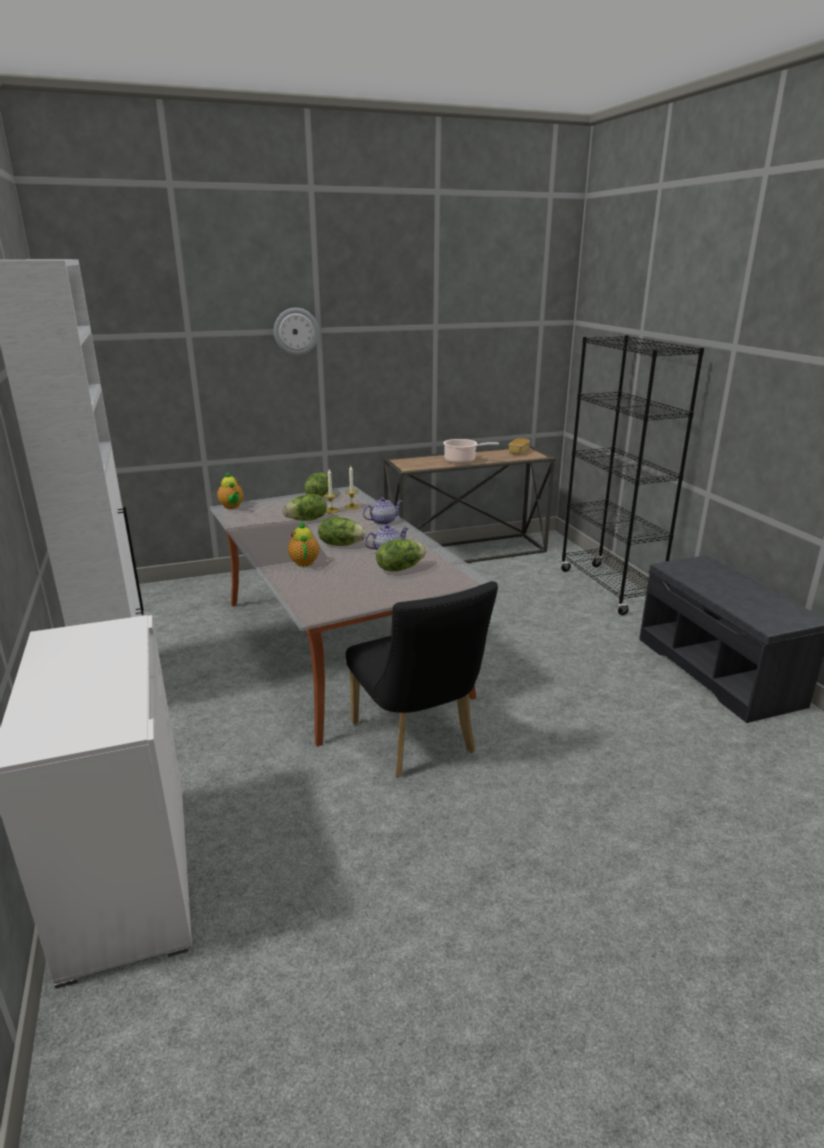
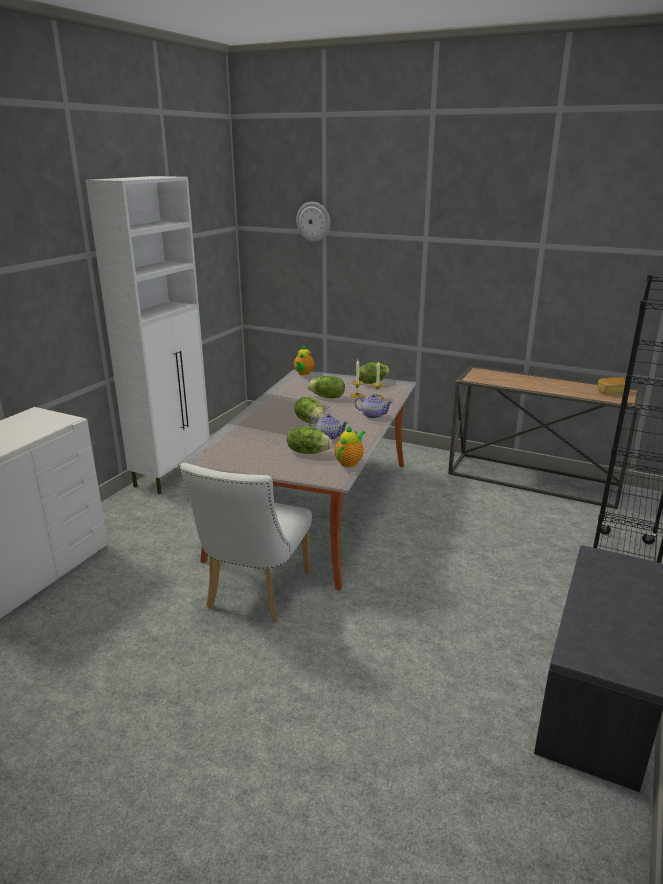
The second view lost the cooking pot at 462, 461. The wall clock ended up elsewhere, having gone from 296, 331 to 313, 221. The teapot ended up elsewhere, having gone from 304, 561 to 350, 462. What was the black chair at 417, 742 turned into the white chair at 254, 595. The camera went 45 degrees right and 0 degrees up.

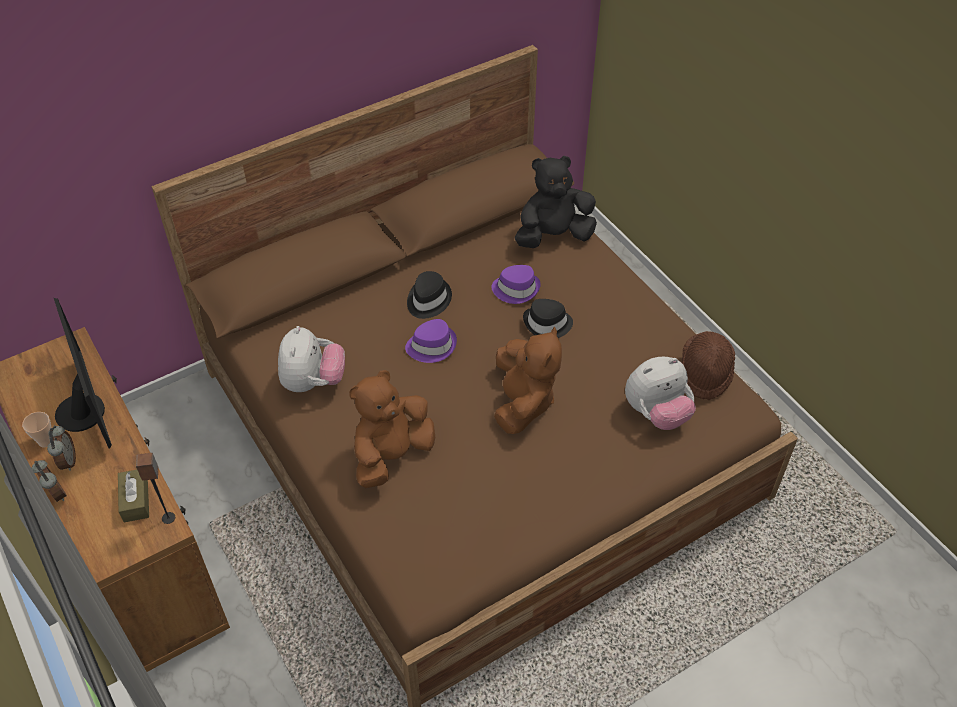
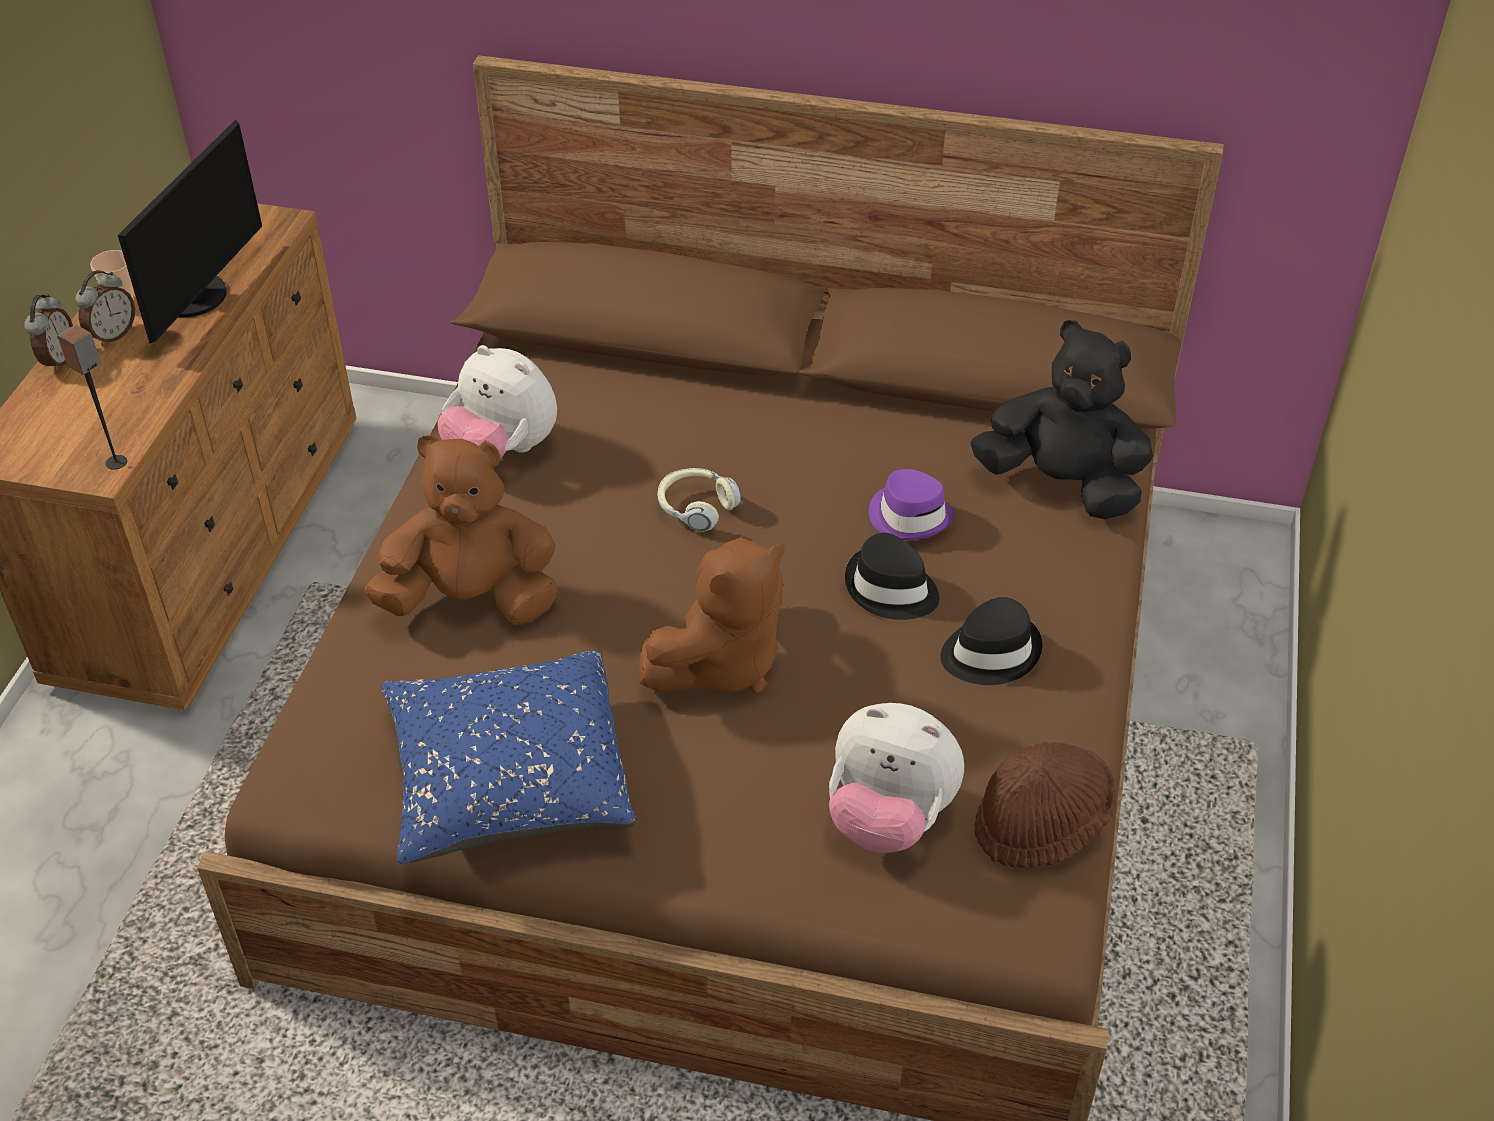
The second view lost the brown tissue box at 135, 500. The second view gained the blue pillow at 509, 781. The black hat ended up elsewhere, having gone from 428, 300 to 990, 652. Where the purple hat stood at 431, 345, the headphones came to stand at 696, 507. The plush toy at 313, 382 ended up facing another way, 75 degrees clockwise from before. The camera went 45 degrees right and 5 degrees down.

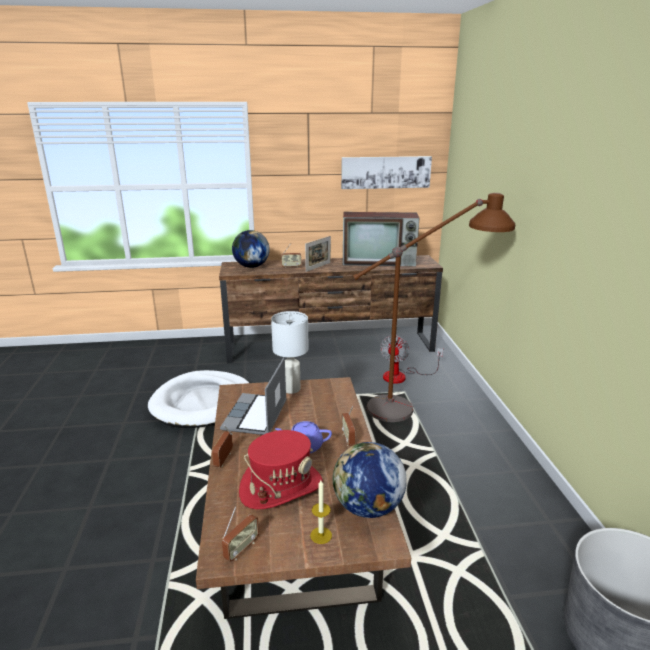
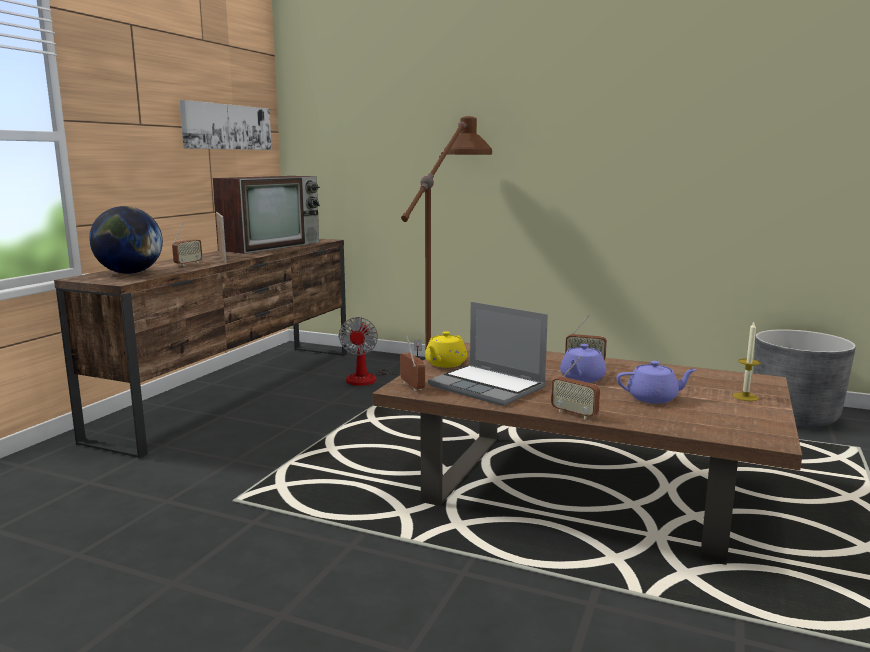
The second view lost the white dog bed at 202, 402. The second view lost the globe at 367, 507. The radio ended up elsewhere, having gone from 241, 549 to 411, 386. Where the red hat stood at 281, 487, the purple teapot came to stand at 653, 398. Where the white table lamp stood at 292, 389, the yellow teapot came to stand at 445, 364. The fan at 402, 376 ended up facing another way, 45 degrees clockwise from before. The camera went 60 degrees left and 10 degrees down.

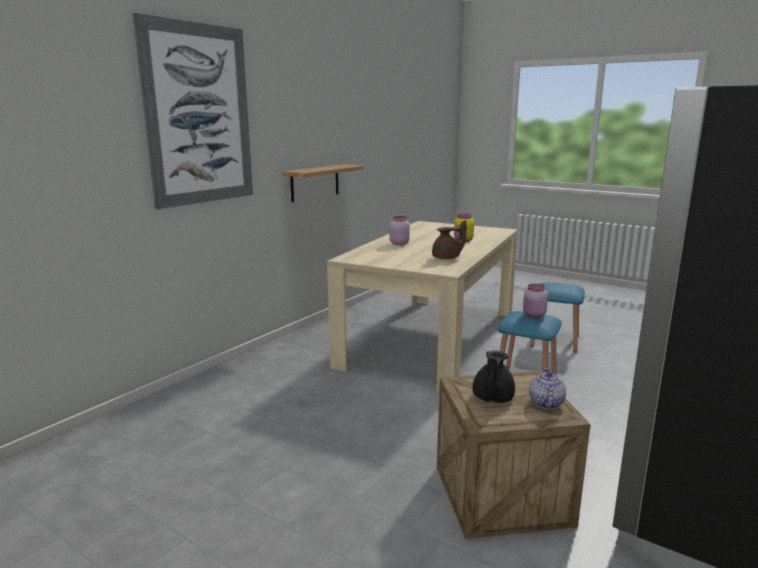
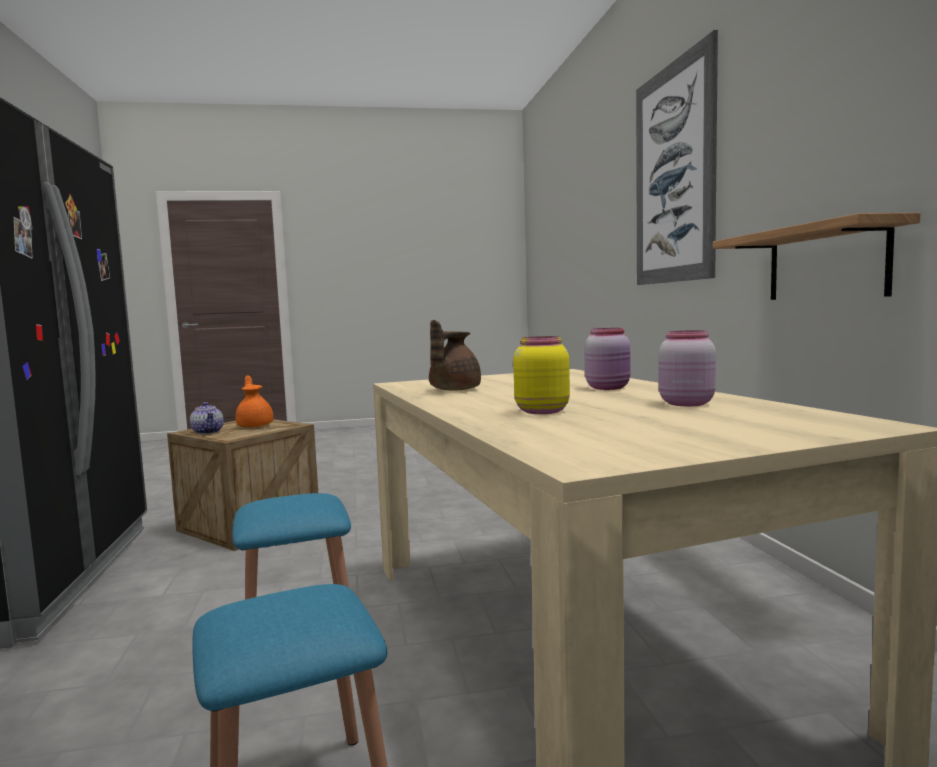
The pink jar ended up elsewhere, having gone from 534, 315 to 685, 403. What was the black teapot at 492, 398 turned into the orange teapot at 255, 426. The camera went 135 degrees right and 10 degrees down.

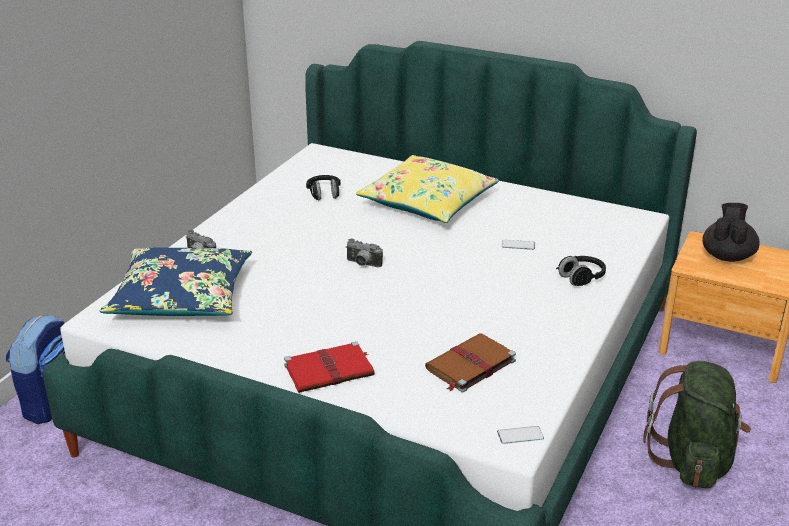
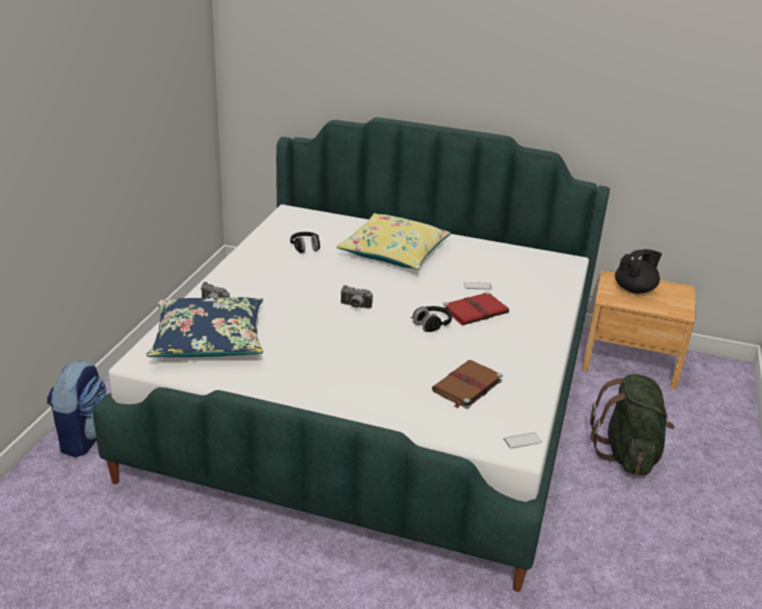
The red book ended up elsewhere, having gone from 330, 370 to 476, 311. The black headphones ended up elsewhere, having gone from 581, 278 to 432, 325. The black teapot at 727, 256 ended up facing another way, 45 degrees clockwise from before. The camera went 10 degrees left and 0 degrees up.

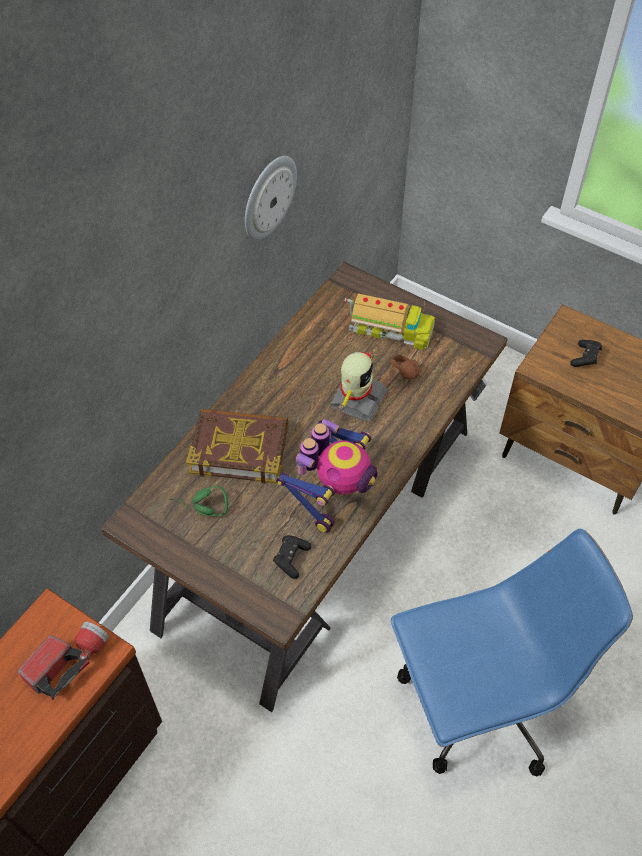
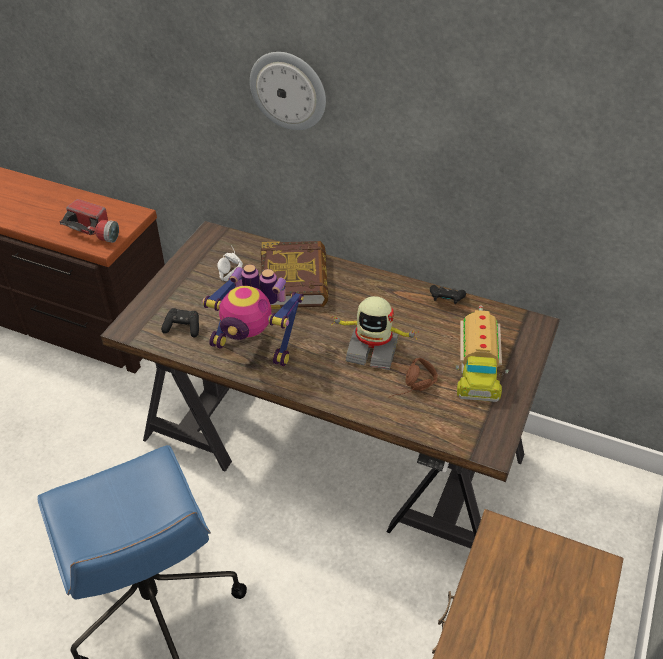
The wall clock ended up elsewhere, having gone from 268, 197 to 288, 90. The black game controller ended up elsewhere, having gone from 585, 358 to 446, 300. What was the green headphones at 200, 509 turned into the white headphones at 227, 267. The camera went 80 degrees right and 10 degrees down.

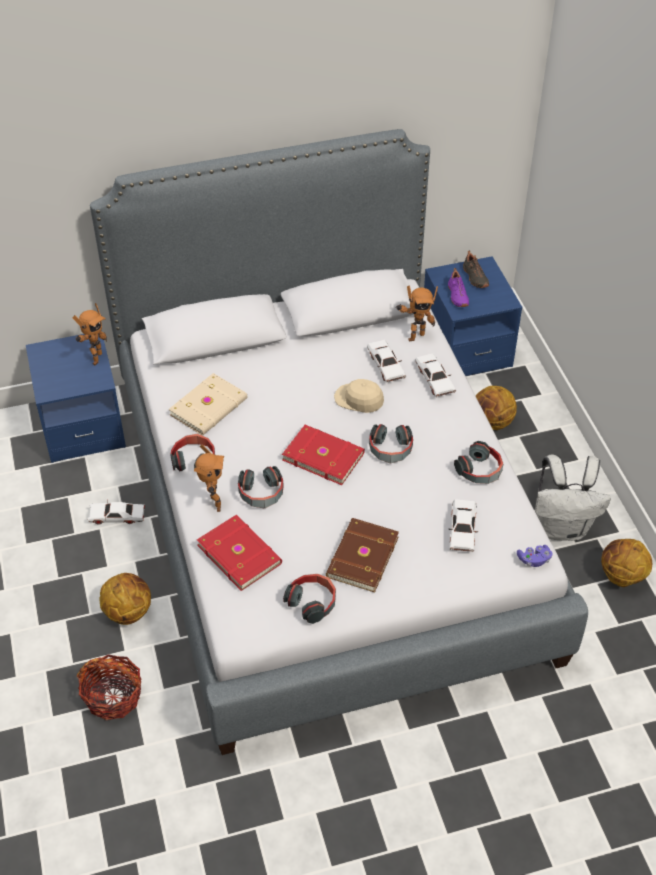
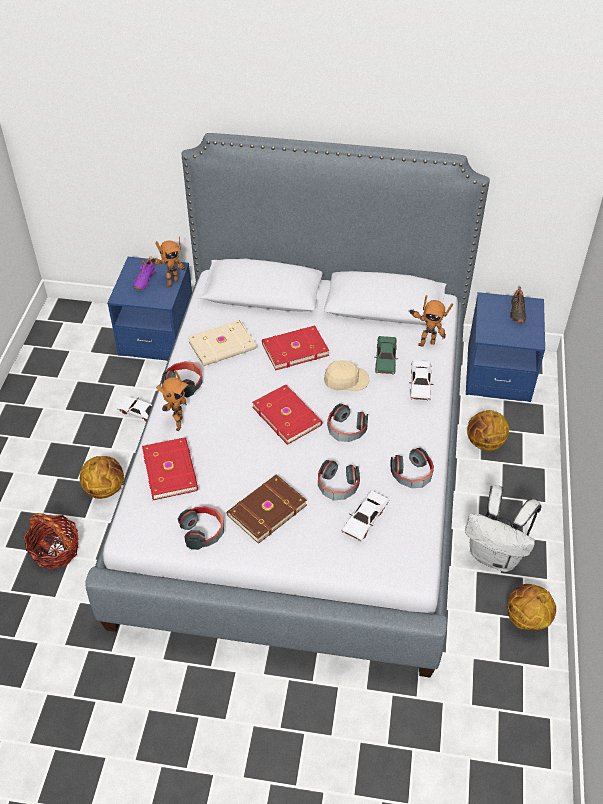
The second view lost the purple game controller at 534, 560. The second view gained the red book at 294, 349. The headphones ended up elsewhere, having gone from 261, 493 to 337, 486. The purple shoe ended up elsewhere, having gone from 457, 296 to 144, 280. What was the white toy car at 385, 365 turned into the green toy car at 385, 359. The beige cap at 359, 399 ended up facing another way, 120 degrees clockwise from before. The camera went 25 degrees right and 0 degrees up.

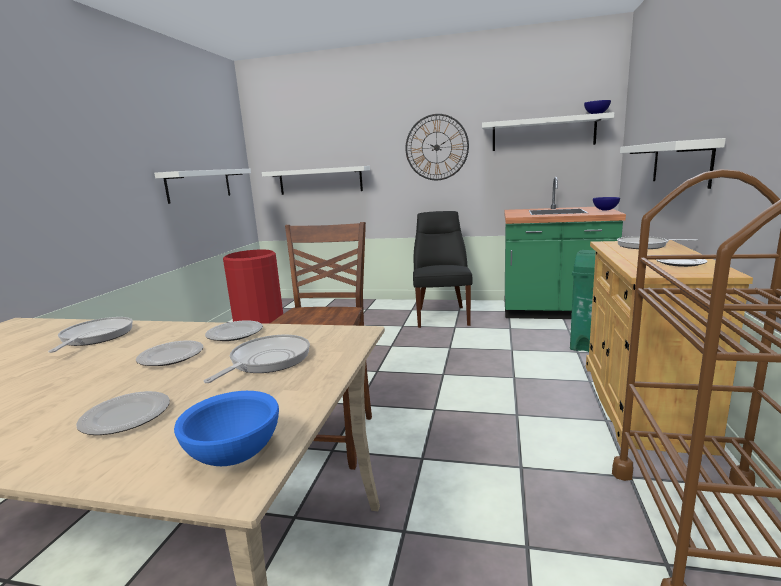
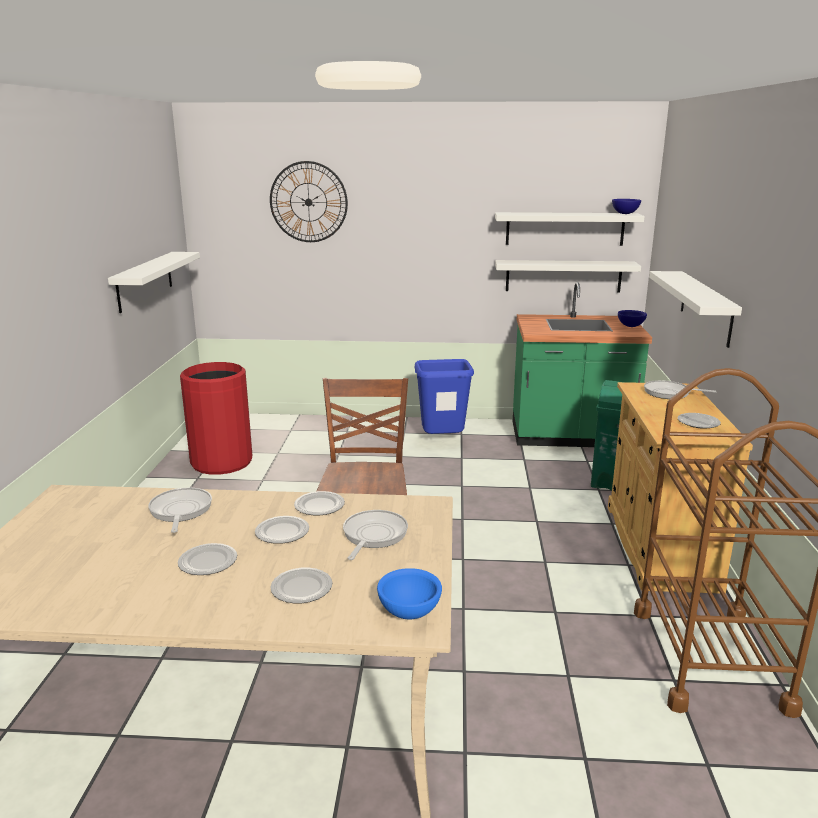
The second view gained the plate at 208, 562. The white shelf ended up elsewhere, having gone from 320, 180 to 563, 276. The wall clock ended up elsewhere, having gone from 436, 147 to 308, 202. Where the black chair stood at 442, 315, the blue trash can came to stand at 443, 441. The camera went 10 degrees left and 5 degrees up.

